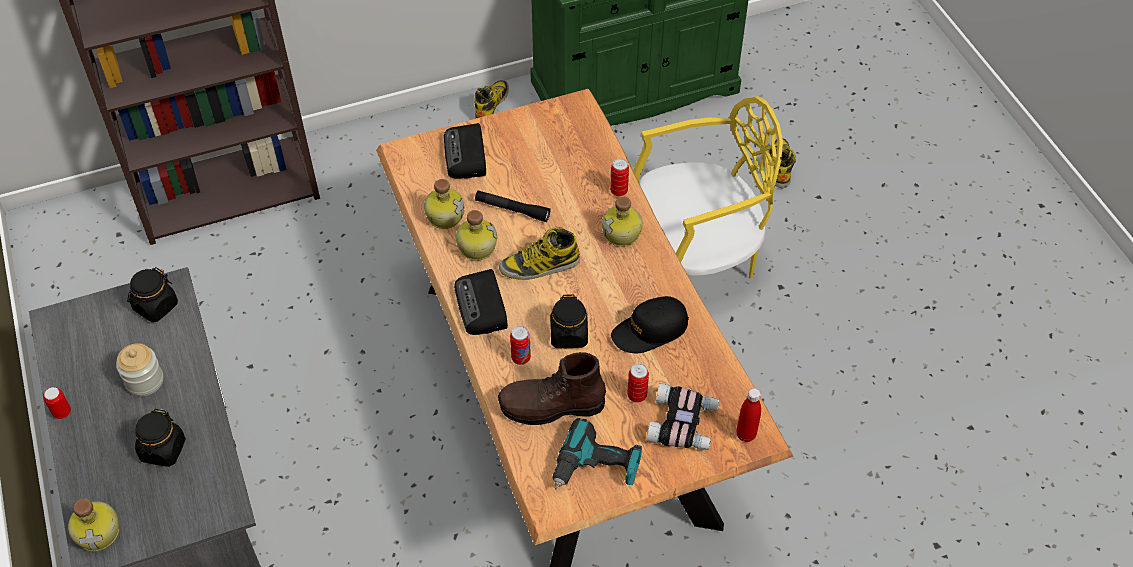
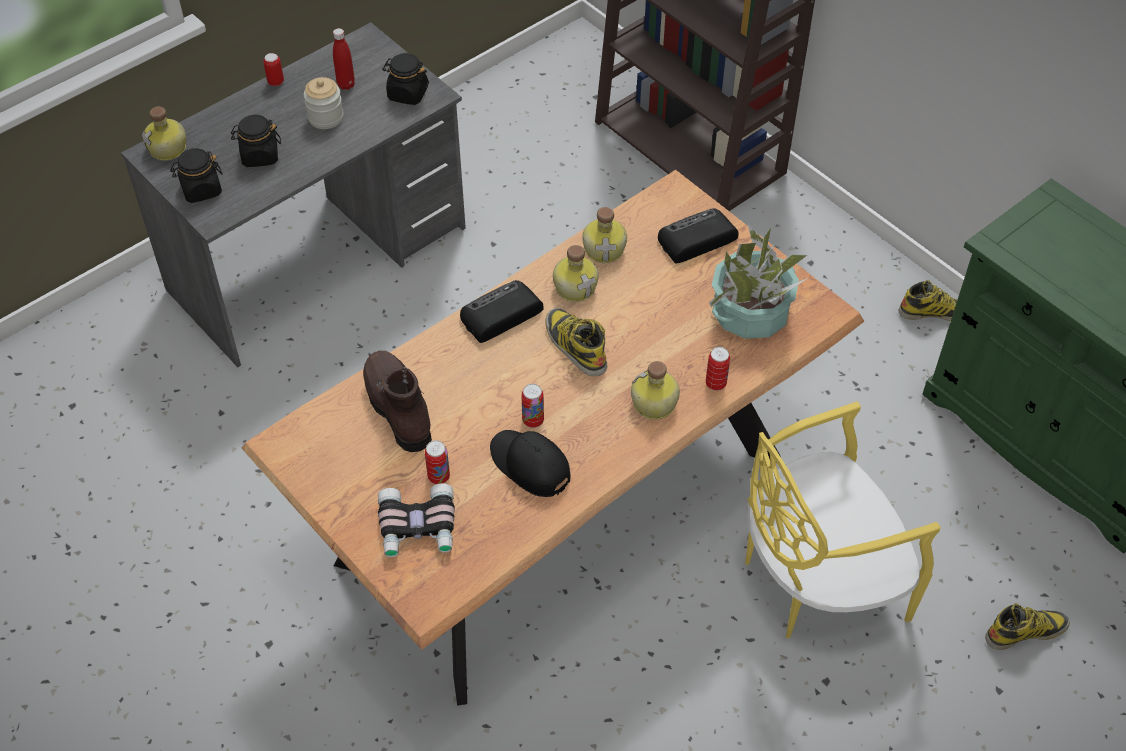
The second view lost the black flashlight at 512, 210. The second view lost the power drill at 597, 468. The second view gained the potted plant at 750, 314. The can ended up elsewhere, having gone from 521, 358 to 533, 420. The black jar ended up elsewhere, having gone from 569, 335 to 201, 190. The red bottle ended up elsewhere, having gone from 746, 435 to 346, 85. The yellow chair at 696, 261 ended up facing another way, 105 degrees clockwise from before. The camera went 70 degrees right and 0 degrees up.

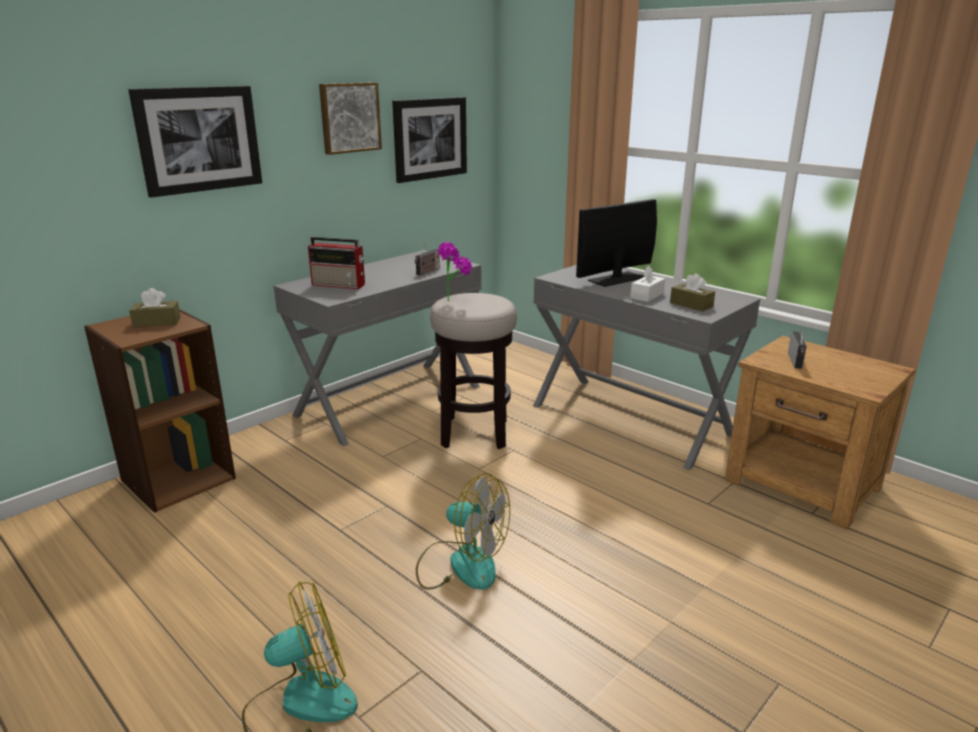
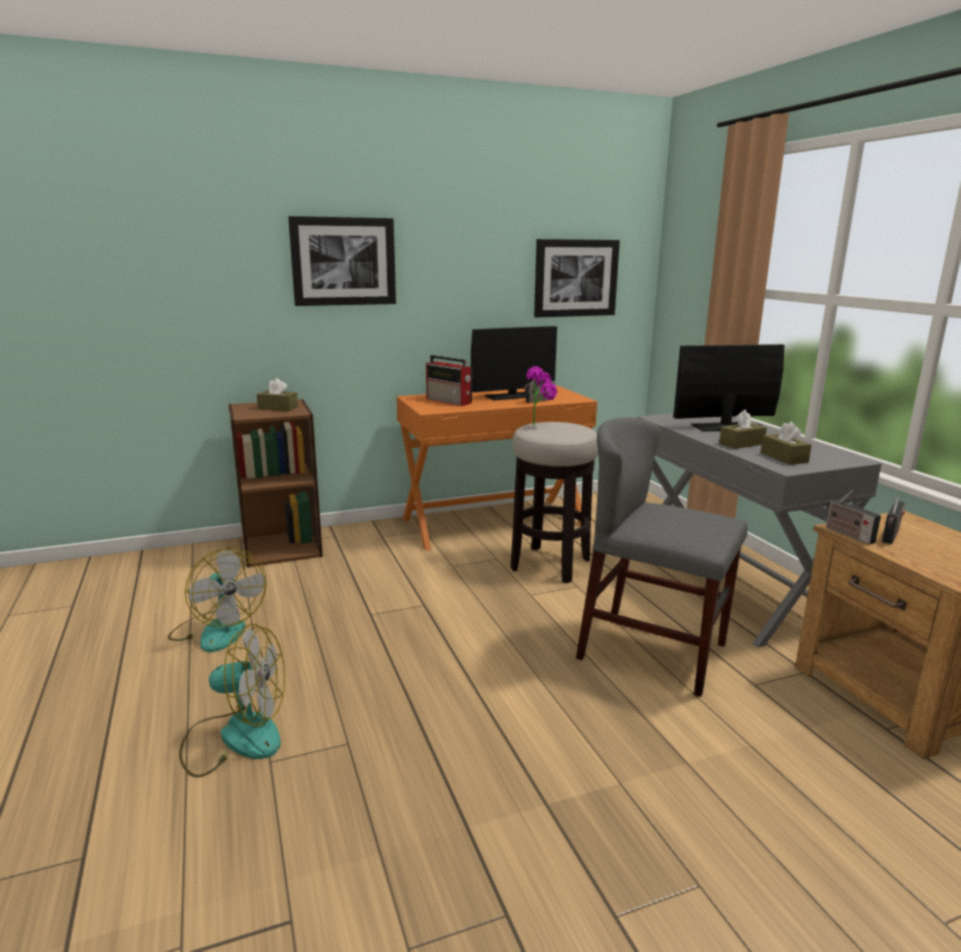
The second view lost the picture at 349, 117. The second view gained the monitor at 512, 396. The second view gained the grey chair at 652, 651. The second view gained the radio at 847, 534. The fan ended up elsewhere, having gone from 461, 564 to 218, 630. What was the grey desk at 389, 400 turned into the orange desk at 493, 522. What was the white tissue box at 647, 295 turned into the brown tissue box at 741, 444. The camera went 25 degrees right and 5 degrees down.

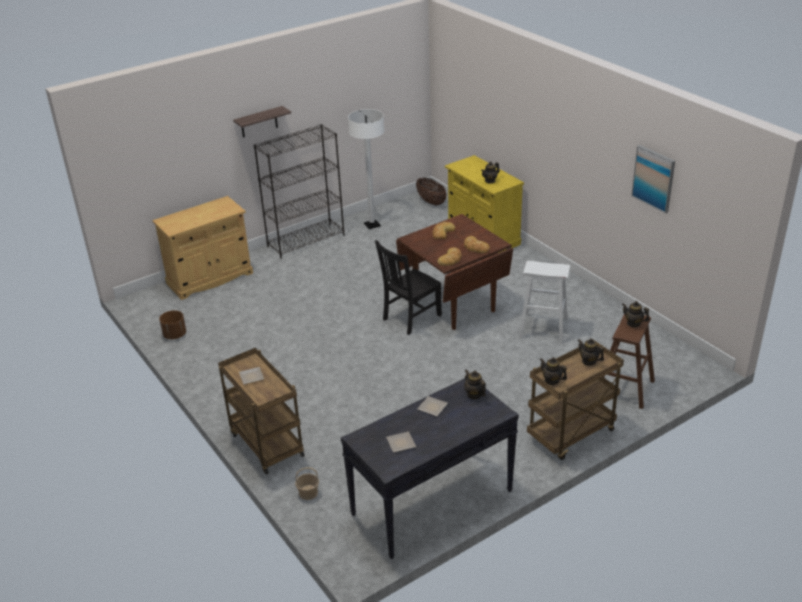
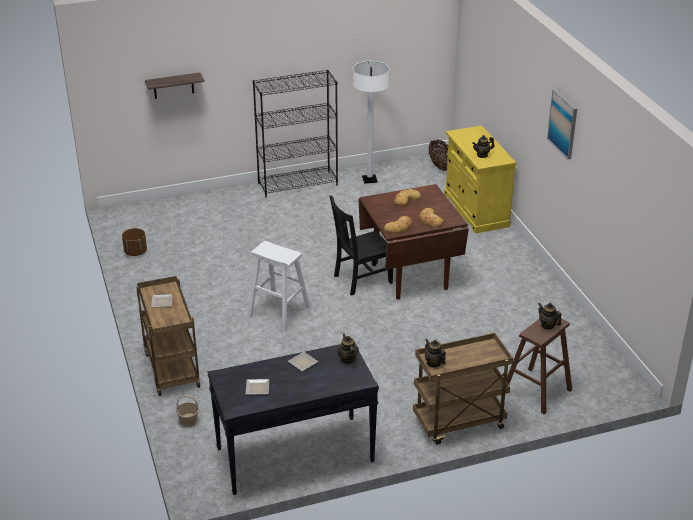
The second view lost the beige cabinet at 210, 278. The second view lost the teapot at 589, 361. The shelf ended up elsewhere, having gone from 259, 122 to 173, 85. The white stool ended up elsewhere, having gone from 543, 327 to 279, 312. The picture ended up elsewhere, having gone from 653, 178 to 563, 123. The camera went 15 degrees right and 0 degrees up.

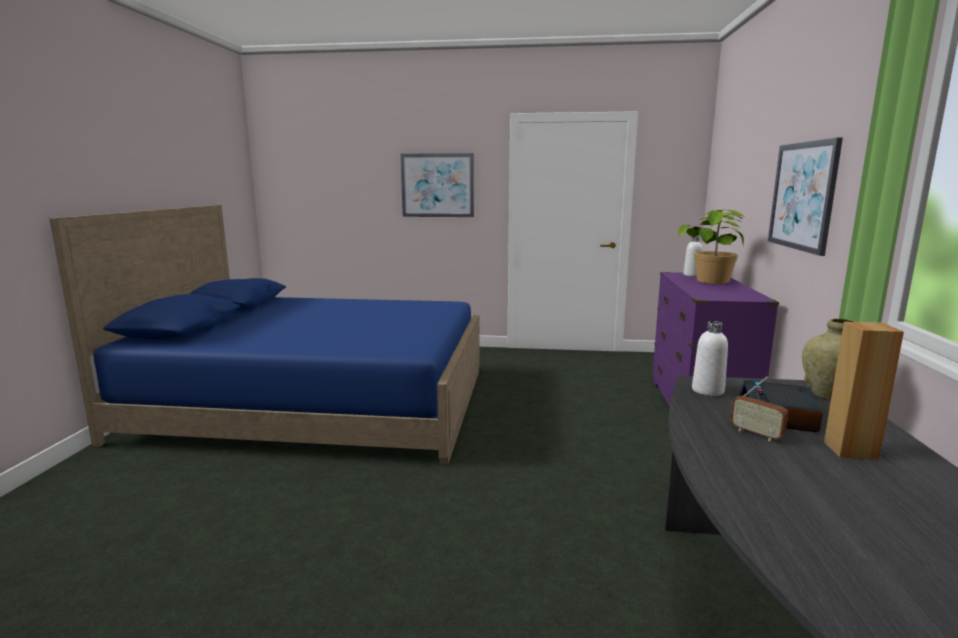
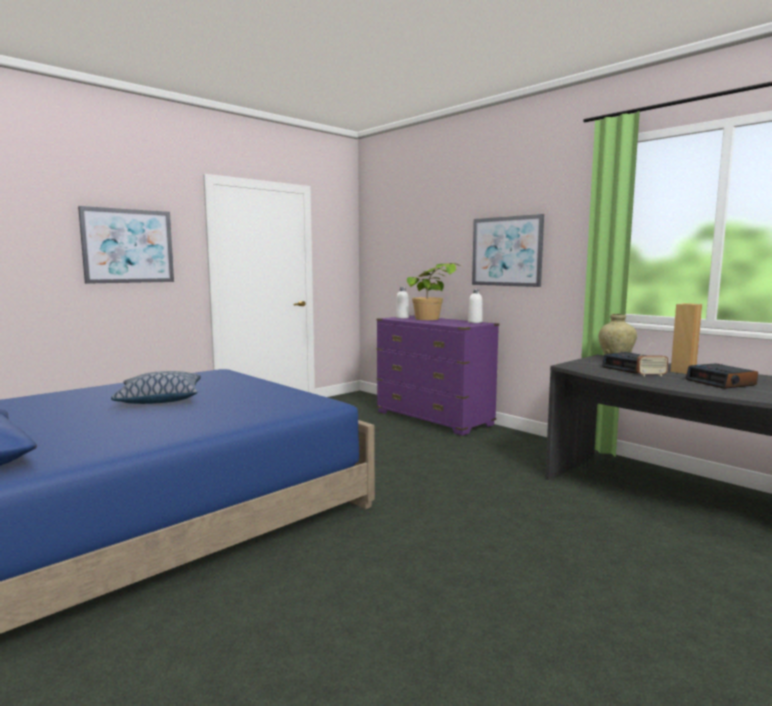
The second view gained the pillow at 159, 399. The second view gained the alarm clock at 721, 383. The white bottle ended up elsewhere, having gone from 707, 390 to 475, 322. The camera went 50 degrees left and 5 degrees down.

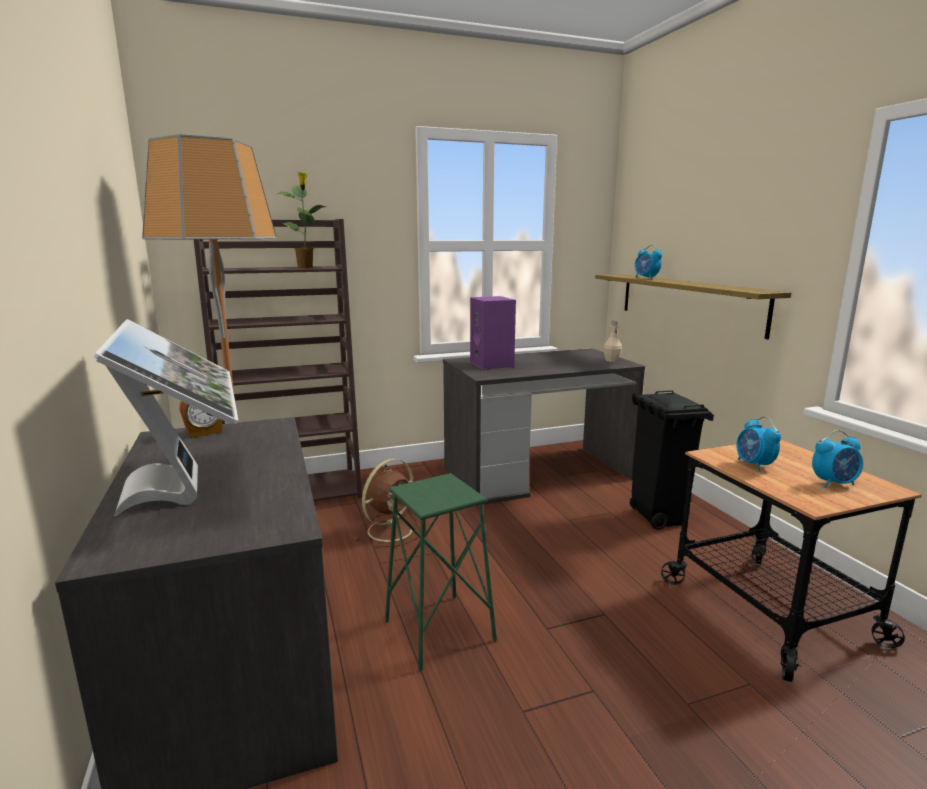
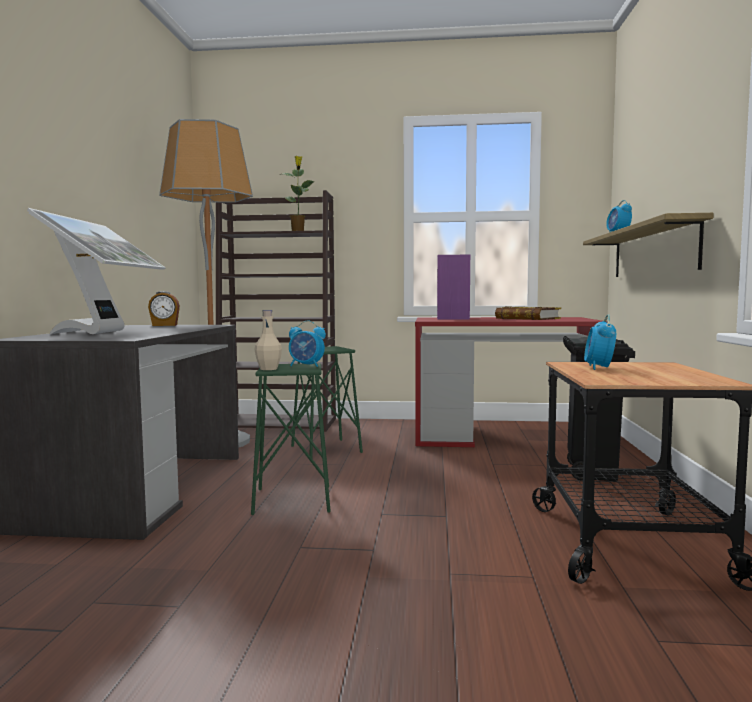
The second view gained the book at 527, 318. The beige bottle ended up elsewhere, having gone from 611, 360 to 268, 369. The alarm clock ended up elsewhere, having gone from 834, 483 to 306, 366. Where the brown fan stood at 391, 529, the green stool came to stand at 326, 449. What was the grey desk at 537, 473 turned into the red desk at 502, 435. The camera went 25 degrees right and 10 degrees down.

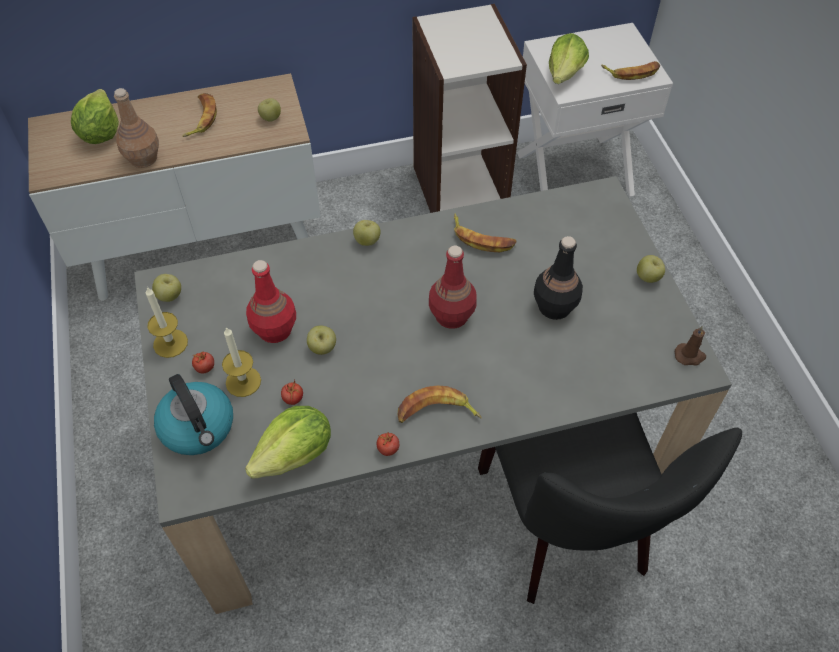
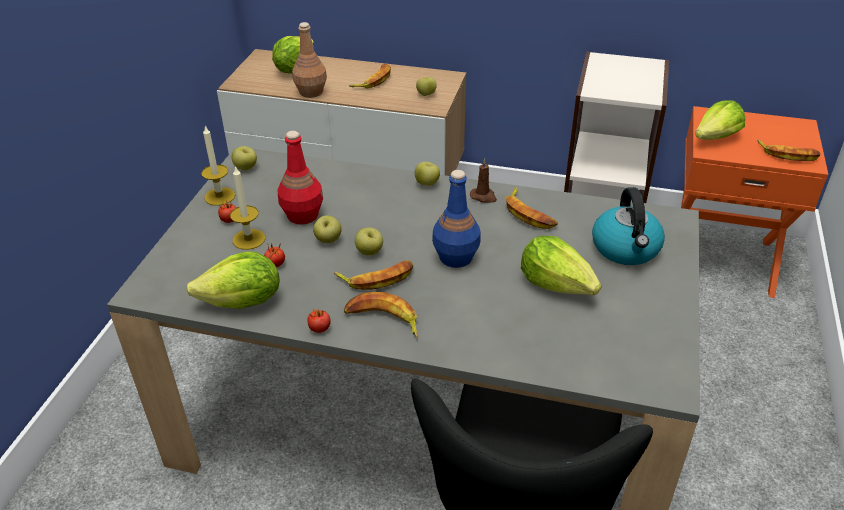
The second view gained the banana at 377, 278. The kettle ended up elsewhere, having gone from 199, 428 to 626, 249. The apple ended up elsewhere, having gone from 648, 277 to 369, 252. The brown candle ended up elsewhere, having gone from 690, 355 to 483, 197. Where the black bottle stood at 554, 306, the lettuce came to stand at 557, 284. What was the red bottle at 451, 315 turned into the blue bottle at 455, 257. What was the white nightstand at 573, 172 turned into the orange nightstand at 720, 258. The camera went 30 degrees right and 15 degrees down.

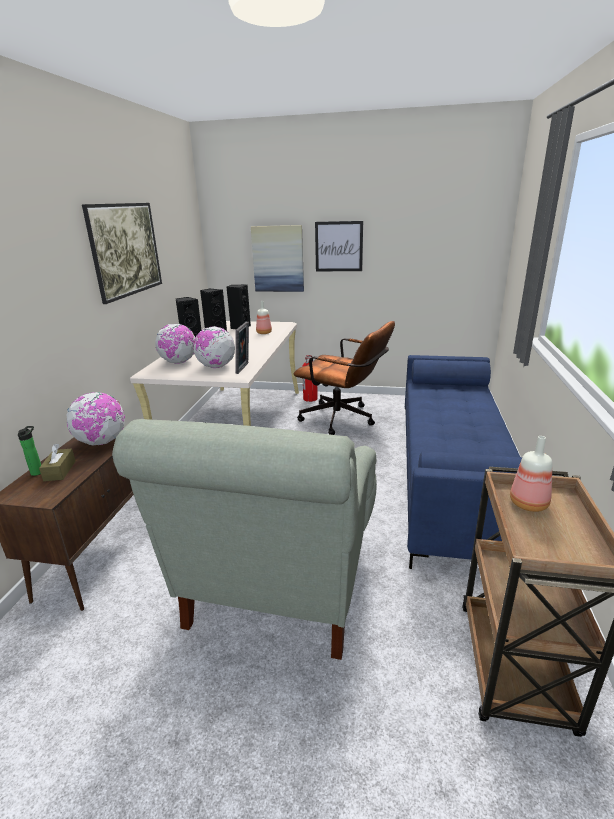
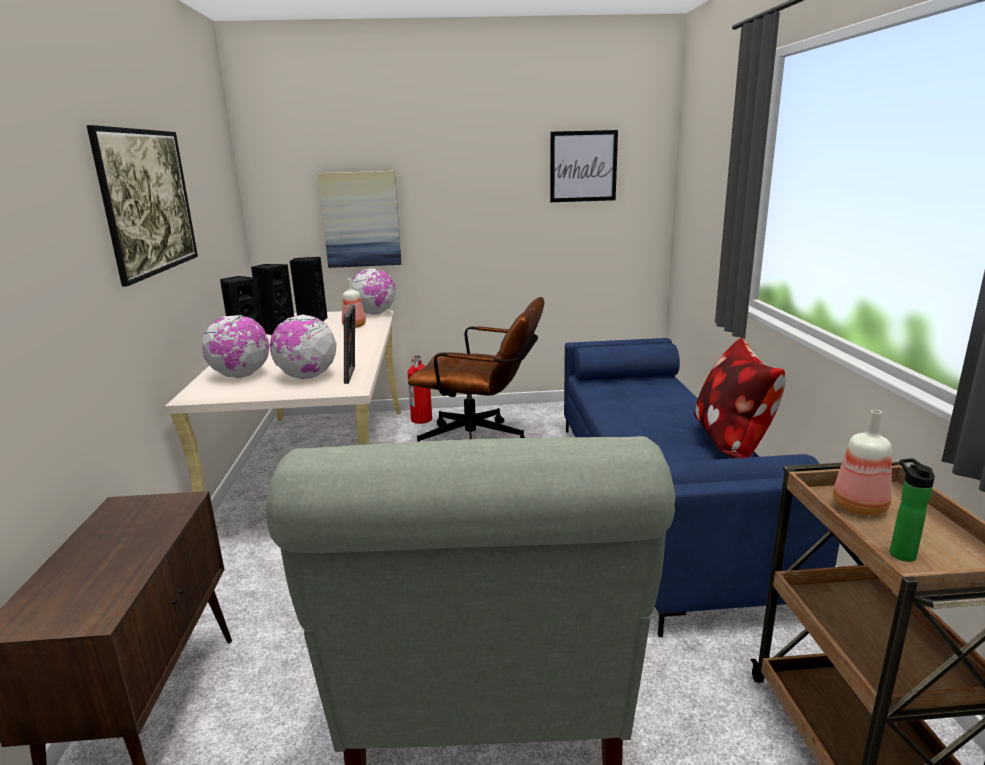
The second view lost the brown tissue box at 60, 471. The second view gained the pillow at 732, 440. The bottle ended up elsewhere, having gone from 38, 471 to 899, 553. The globe ended up elsewhere, having gone from 102, 442 to 374, 313. The picture ended up elsewhere, having gone from 339, 246 to 583, 166. The camera went 15 degrees left and 5 degrees down.

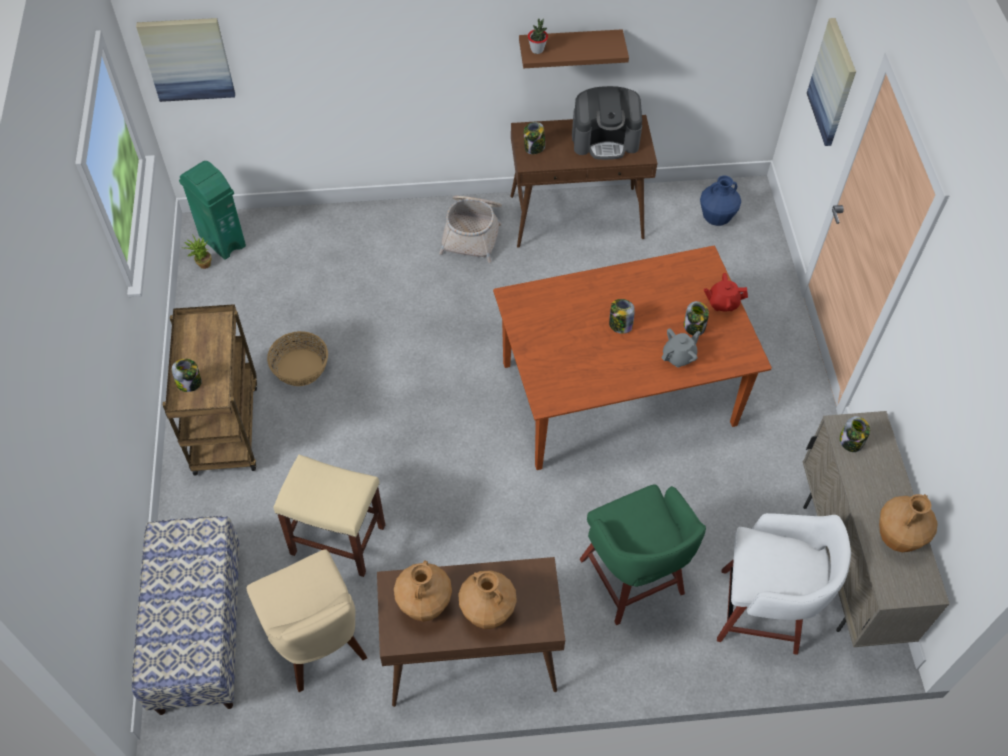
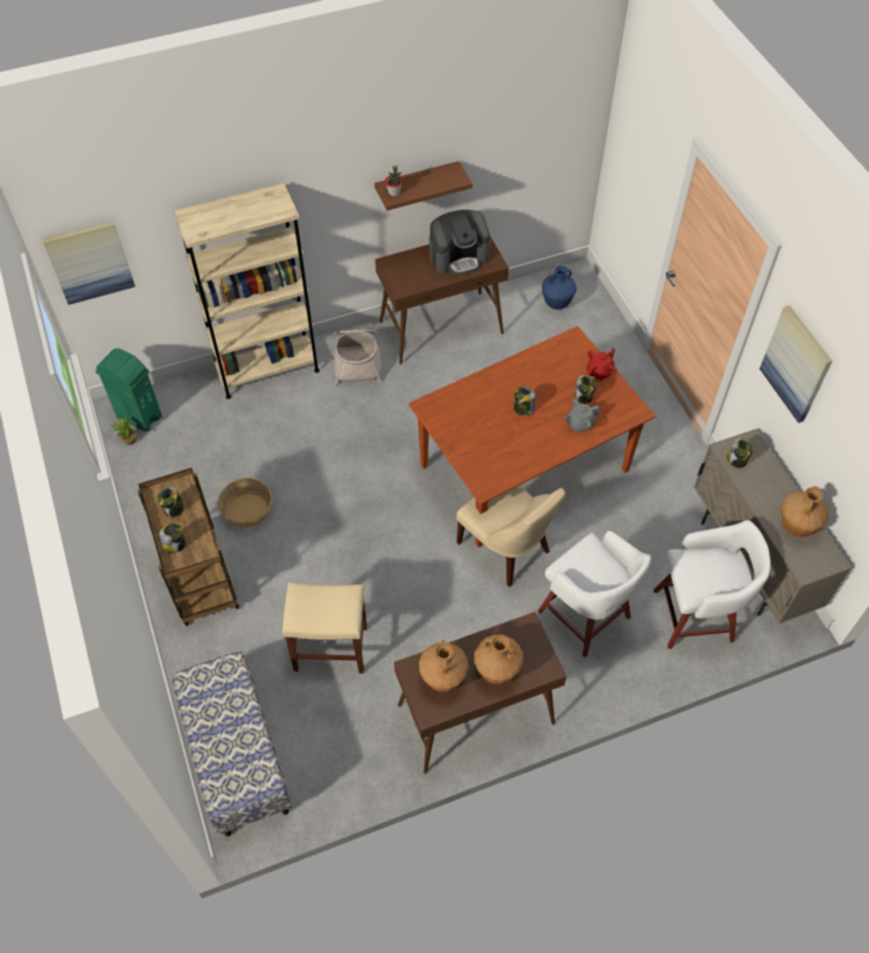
The second view gained the beige bookcase at 267, 370. The beige chair ended up elsewhere, having gone from 317, 641 to 506, 549. The jar ended up elsewhere, having gone from 534, 147 to 174, 509. The picture ended up elsewhere, having gone from 833, 82 to 796, 364. What was the green stool at 633, 580 turned into the white stool at 586, 617. The grey teapot at 679, 356 ended up facing another way, 150 degrees counterclockwise from before. The red teapot at 722, 303 ended up facing another way, 150 degrees clockwise from before. The camera went 15 degrees left and 0 degrees up.

